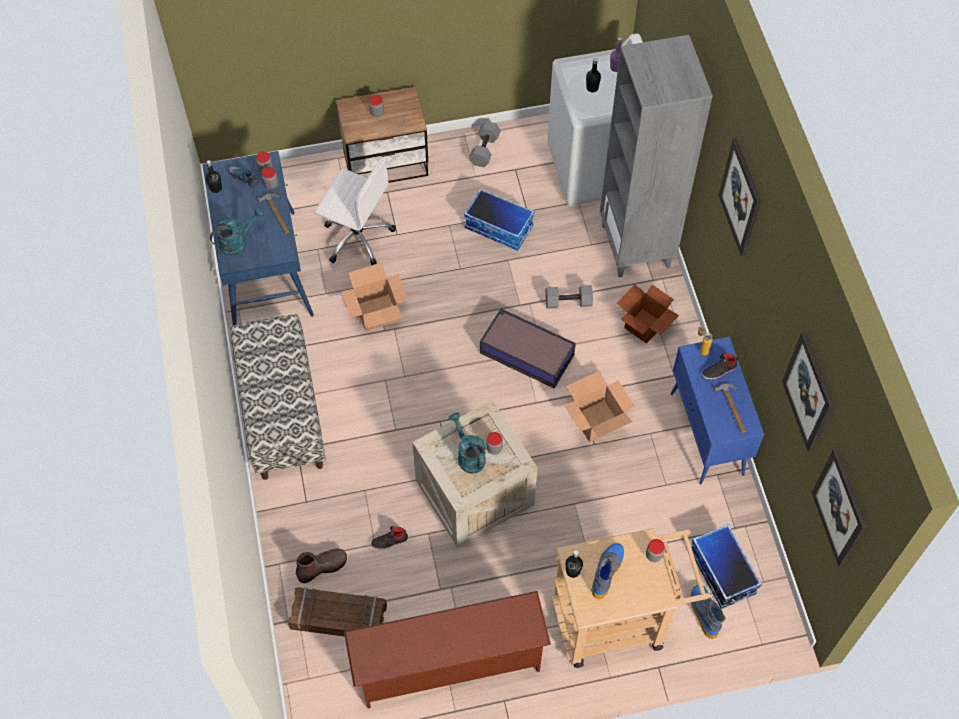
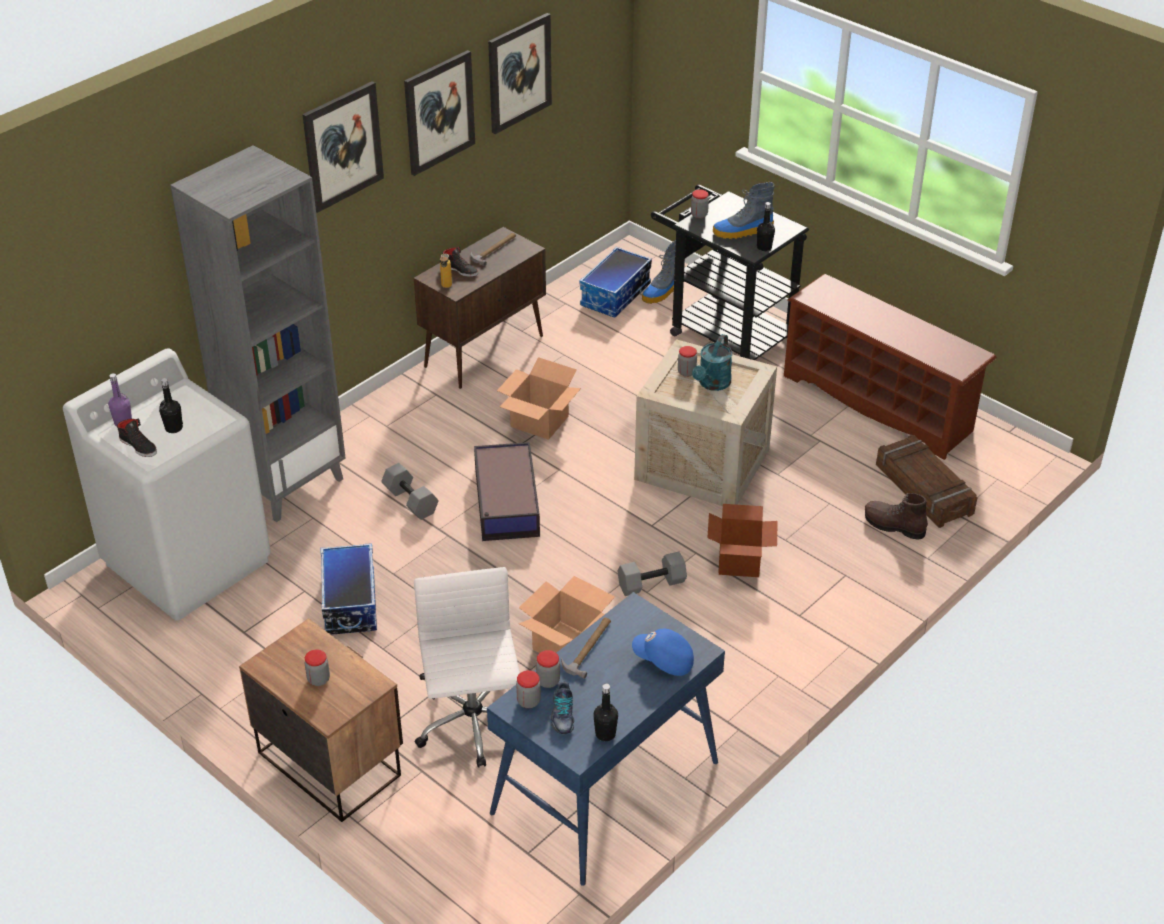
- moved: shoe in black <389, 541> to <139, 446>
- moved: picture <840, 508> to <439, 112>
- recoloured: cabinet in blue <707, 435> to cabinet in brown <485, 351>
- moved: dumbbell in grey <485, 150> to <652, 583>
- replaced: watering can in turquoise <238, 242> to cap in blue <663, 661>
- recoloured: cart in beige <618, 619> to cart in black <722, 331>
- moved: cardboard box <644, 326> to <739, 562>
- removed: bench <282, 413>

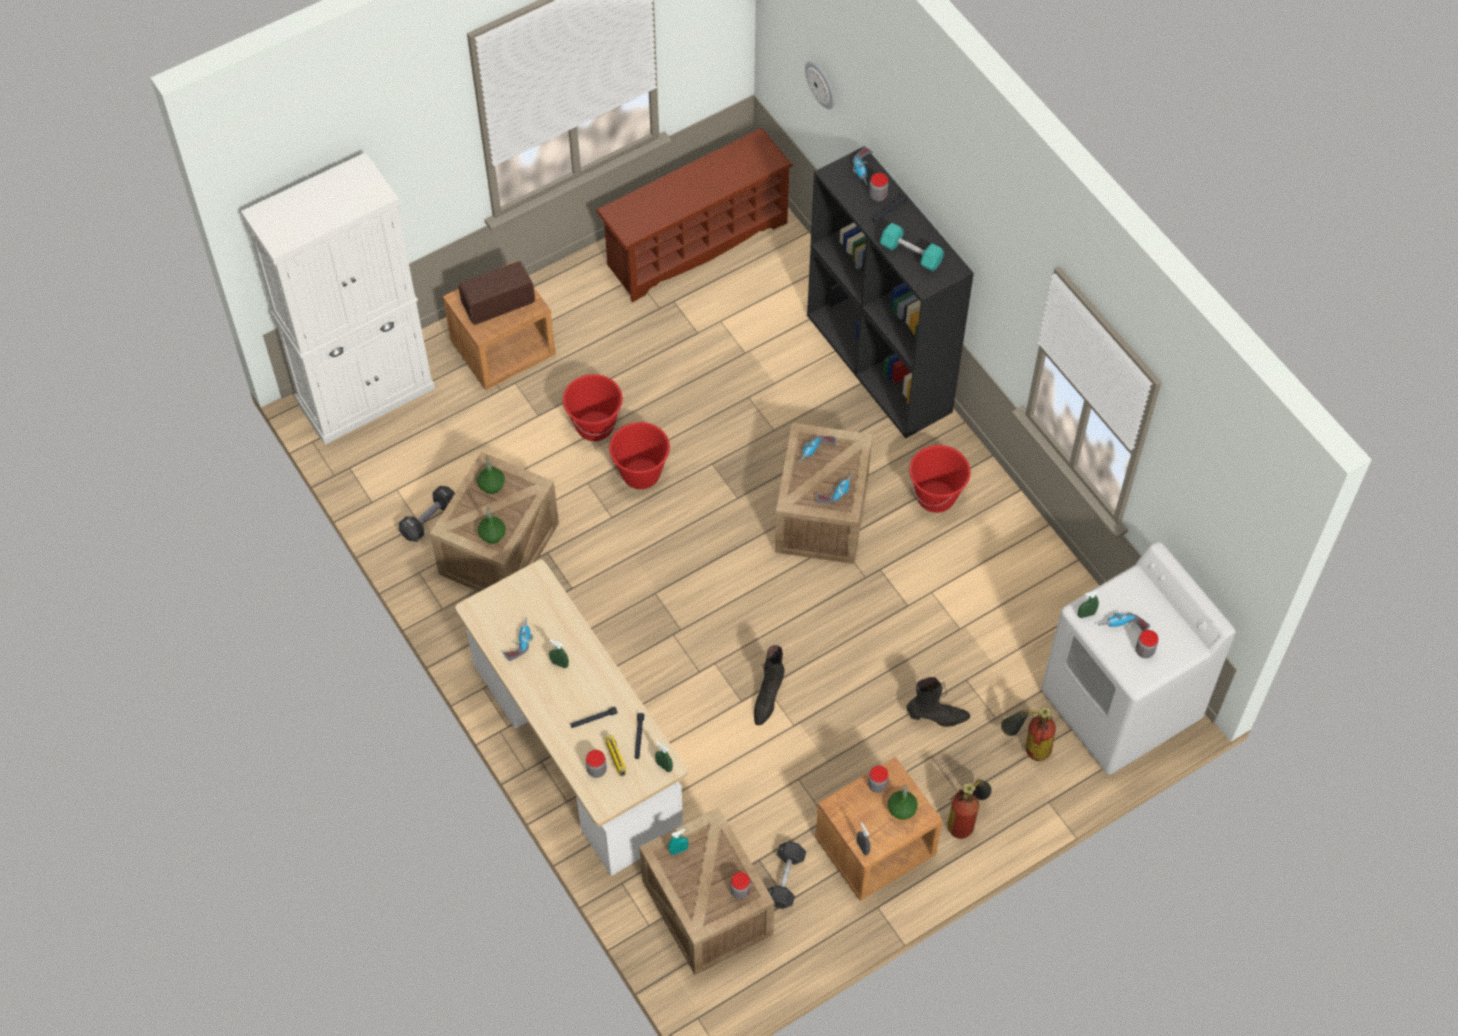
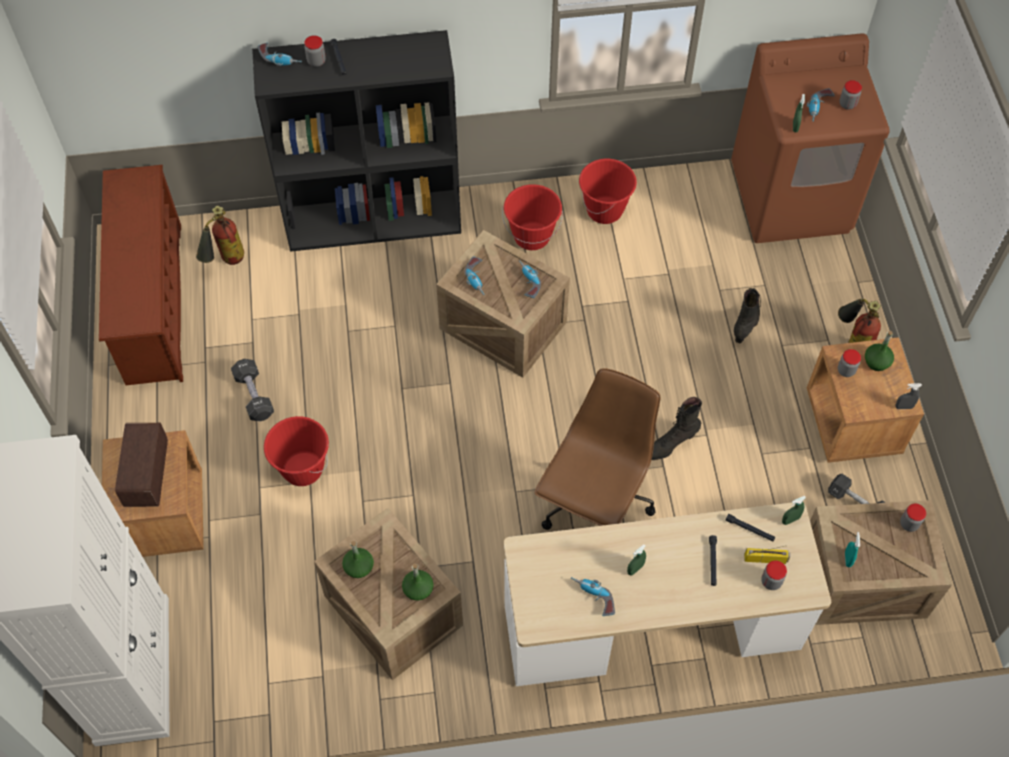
- moved: fire extinguisher <1027, 747> to <225, 262>
- moved: dumbbell in black <429, 519> to <254, 396>
- added: office chair in brown <594, 505>
- moved: bucket in red <641, 474> to <605, 210>
- turned: boot in black <767, 699> = <670, 444> 105 degrees clockwise
- recoloured: washing machine in white <1120, 707> to washing machine in brown <791, 198>
- removed: wall clock <821, 84>
- removed: dumbbell in turquoise <911, 254>

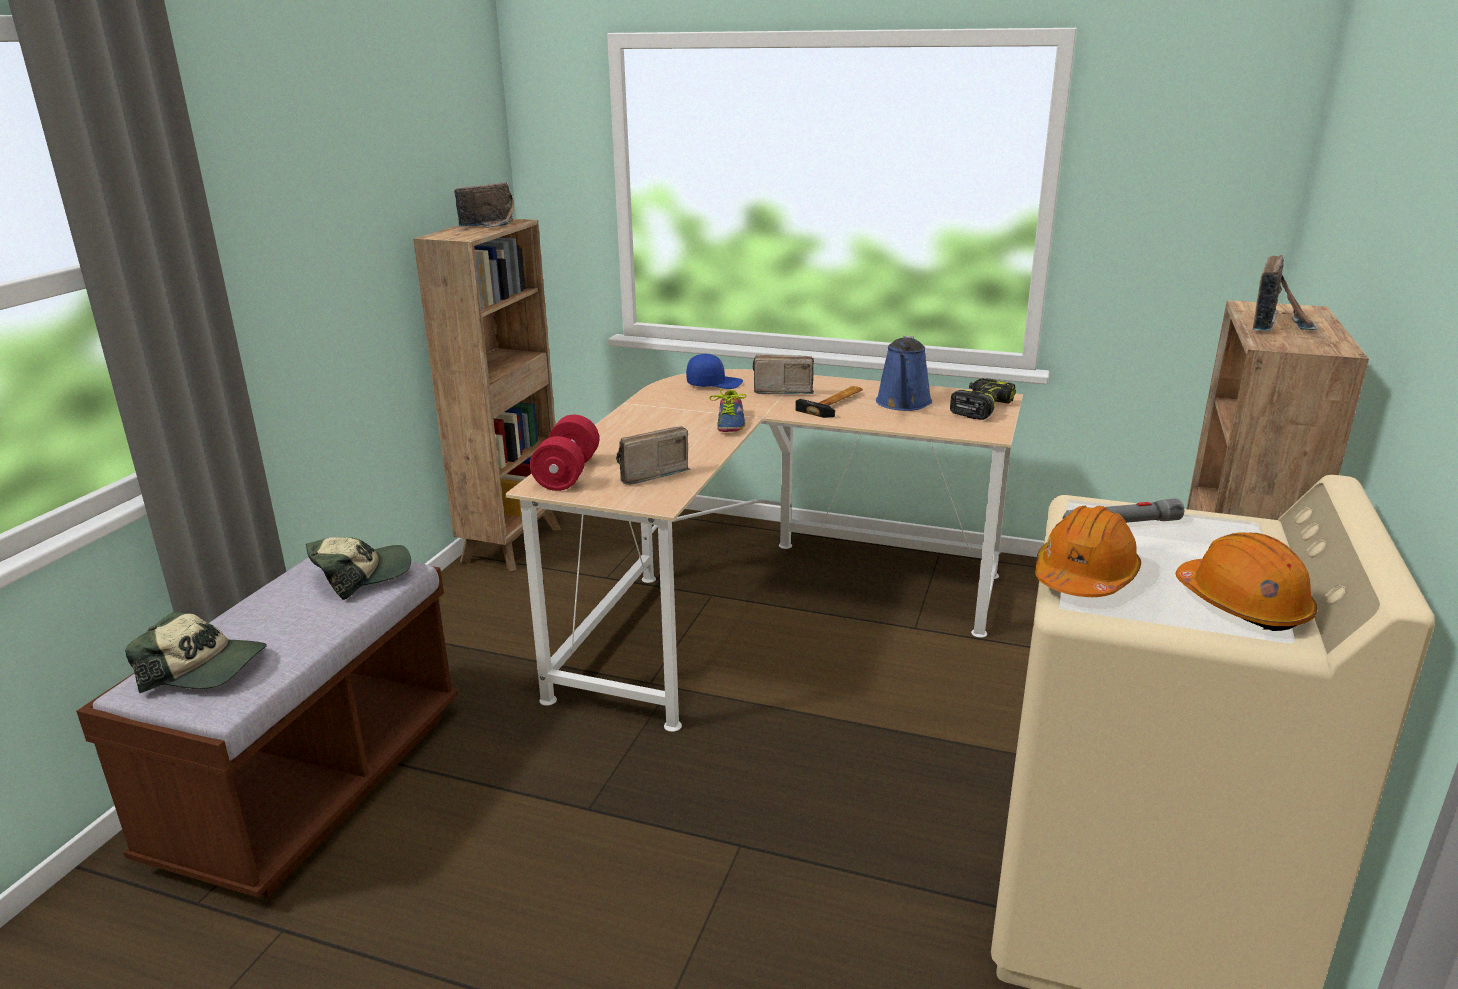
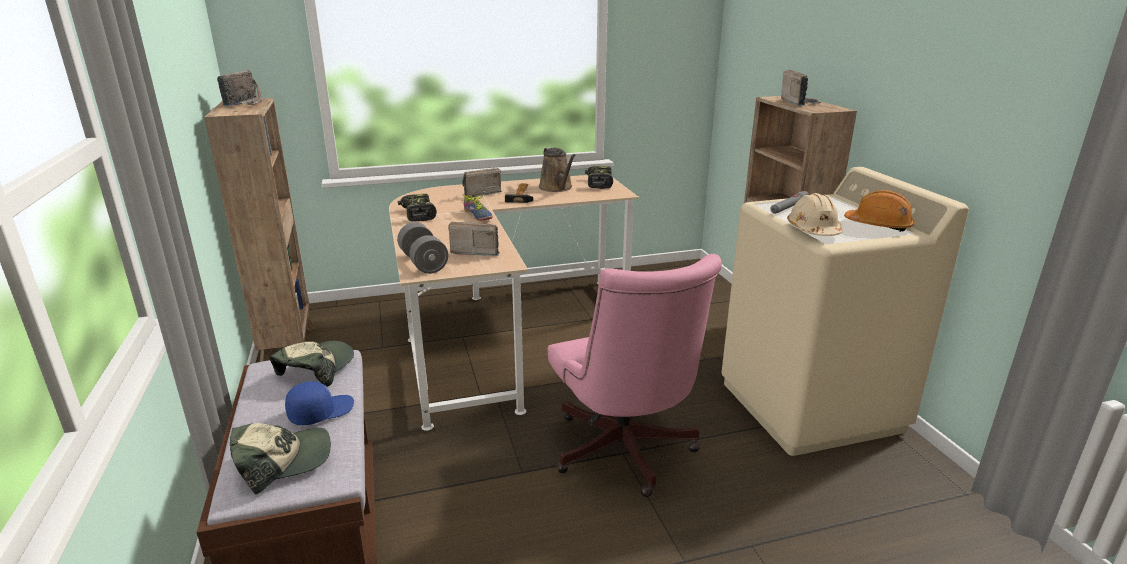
- moved: cap in blue <714, 384> to <321, 411>
- recoloured: dumbbell in red <567, 474> to dumbbell in grey <423, 263>
- added: power drill <417, 214>
- turned: radio <648, 474> = <475, 251> 75 degrees clockwise
- recoloured: watering can in blue <903, 403> to watering can in brown <557, 188>
- added: office chair in pink <624, 455>
- recoloured: hard hat in orange <1084, 577> to hard hat in beige <813, 230>

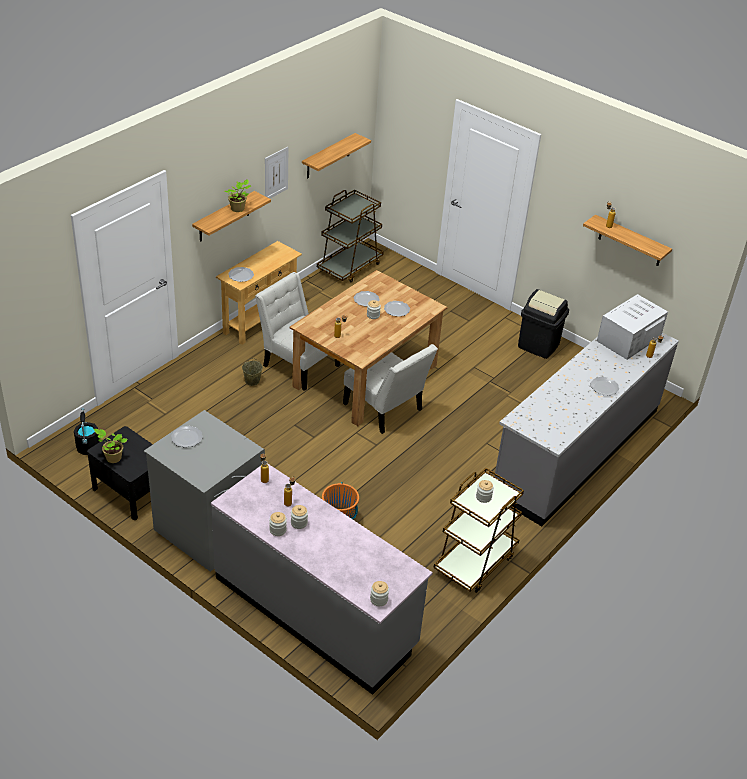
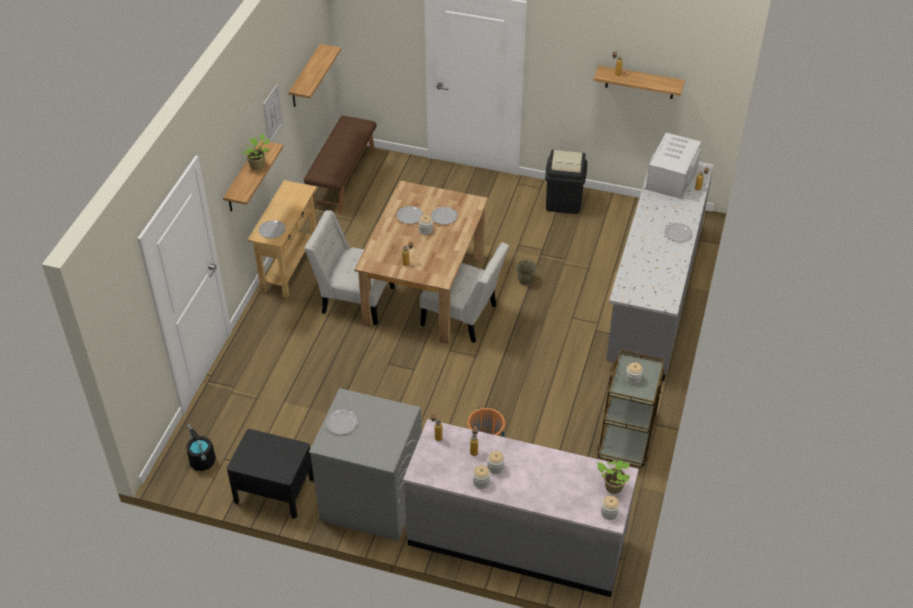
- replaced: cart in brown <350, 266> to bench in brown <342, 178>
- moved: bucket in beige <252, 381> to <525, 280>
- moved: potted plant <112, 458> to <612, 487>

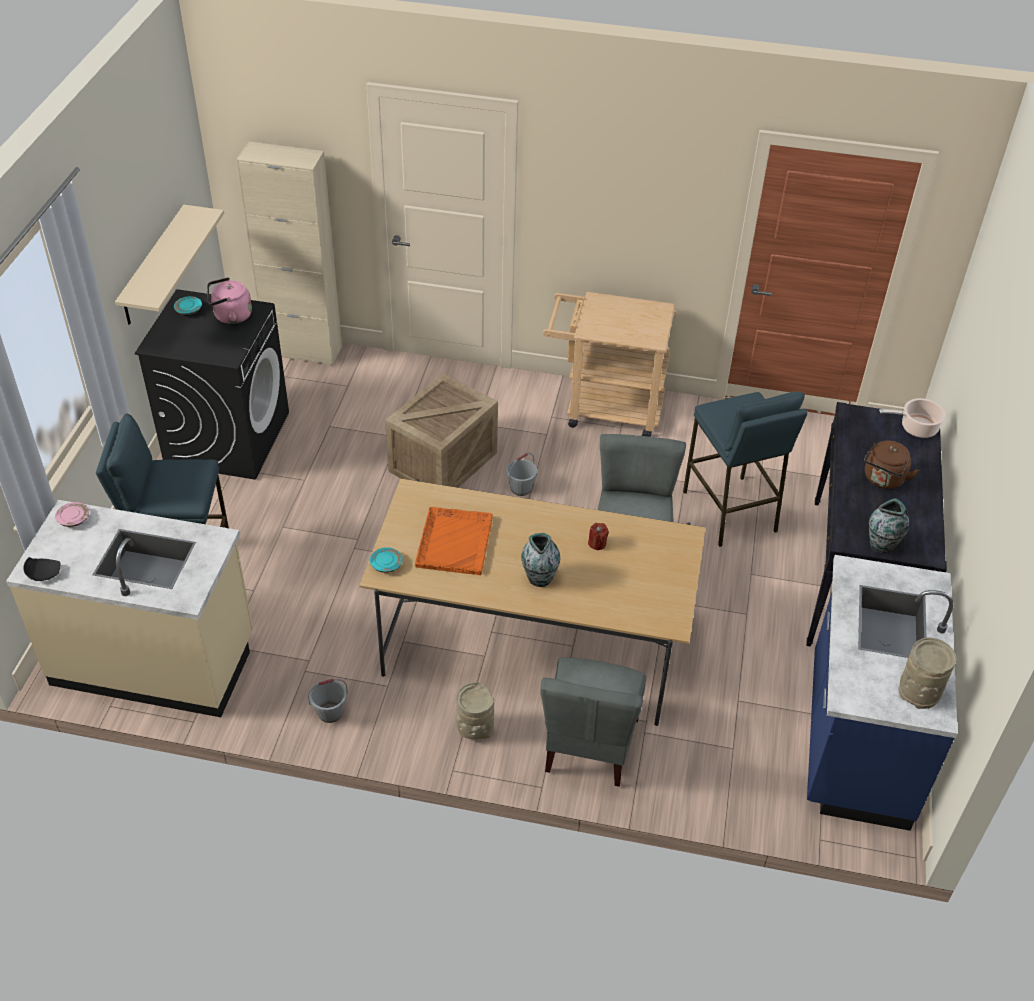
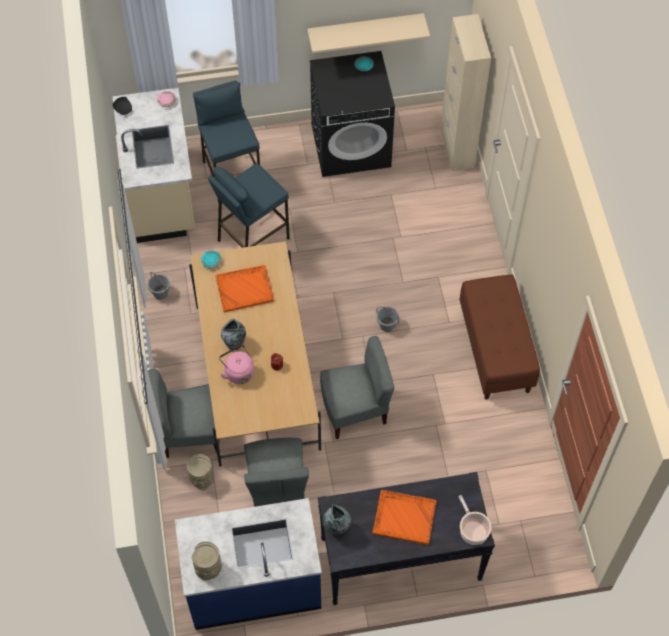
- moved: vase in beige <474, 729> to <201, 478>
- moved: stool in blue <730, 511> to <252, 239>
- moved: kettle in pink <230, 316> to <238, 372>
- added: chair in grey <277, 487>
- replaced: kettle in brown <883, 480> to tray in orange <403, 517>
- replaced: cart in beige <604, 409> to bench in brown <495, 350>
- removed: crate <443, 461>

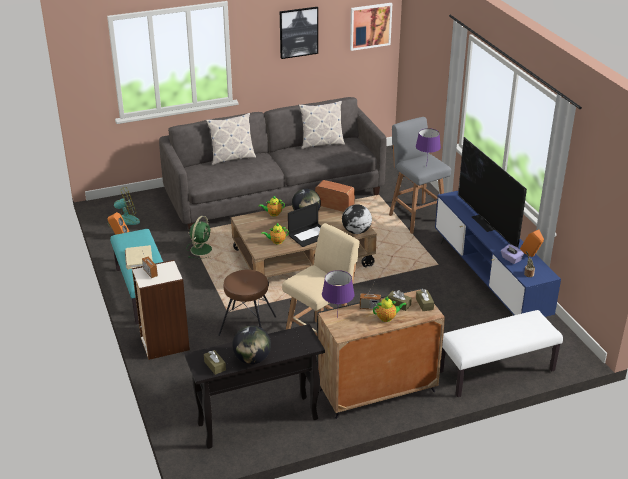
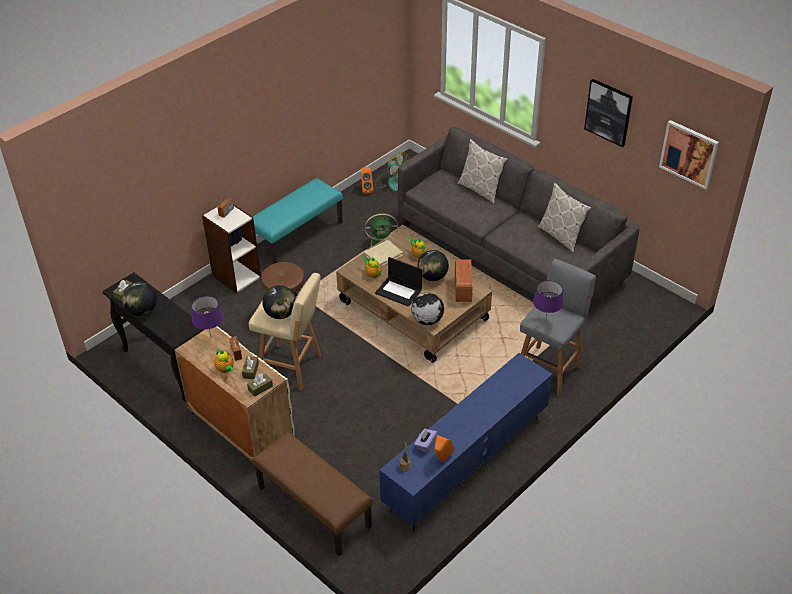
- recoloured: cabinet in black <376, 391> to cabinet in beige <240, 428>
- recoloured: bench in white <496, 371> to bench in brown <313, 508>
- added: globe <280, 314>
- moved: book in beige <138, 259> to <383, 255>
- removed: television <486, 222>

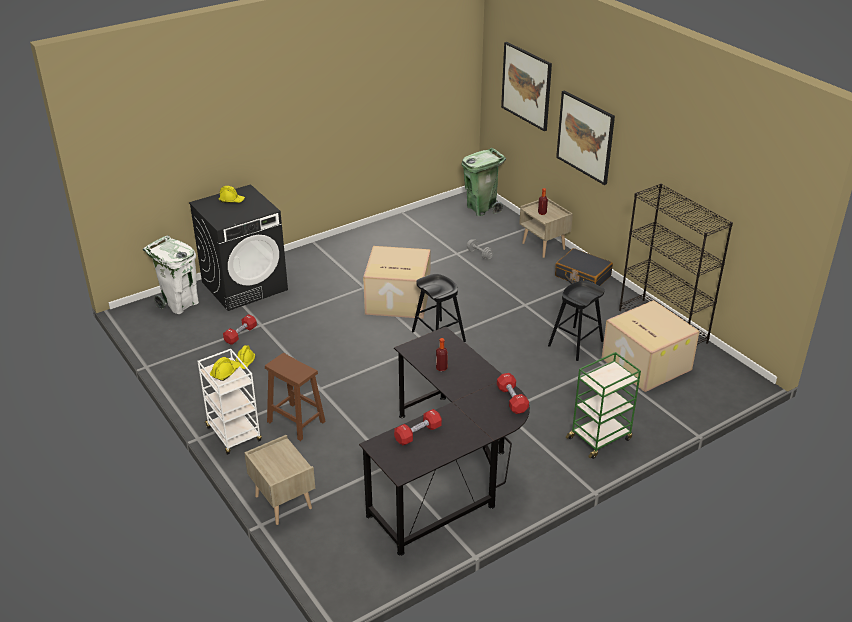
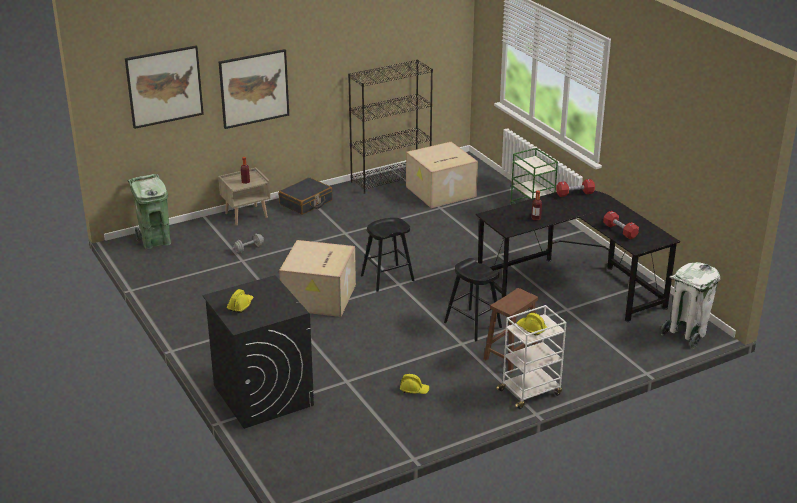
- moved: stool in black <575, 343> to <473, 325>
- moved: trash can in white <180, 304> to <686, 334>
- removed: dumbbell in red <240, 335>
- removed: nightstand in beige <282, 502>

